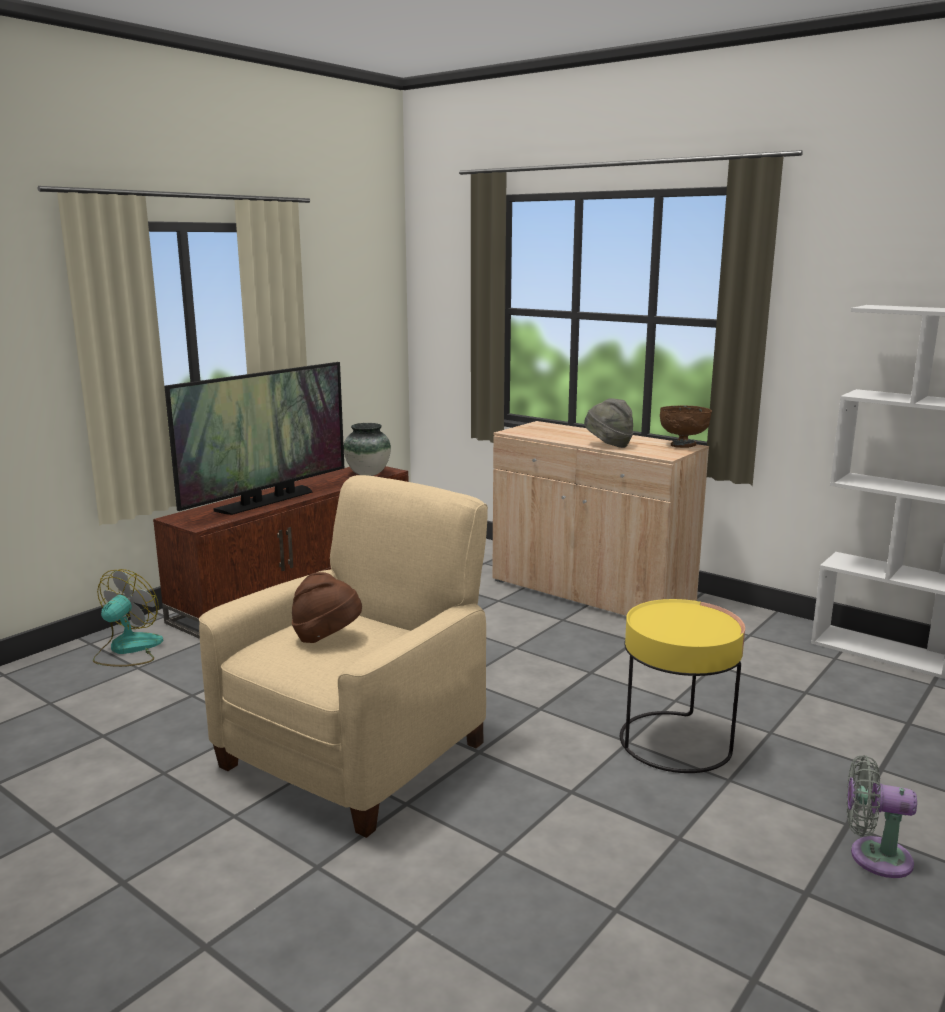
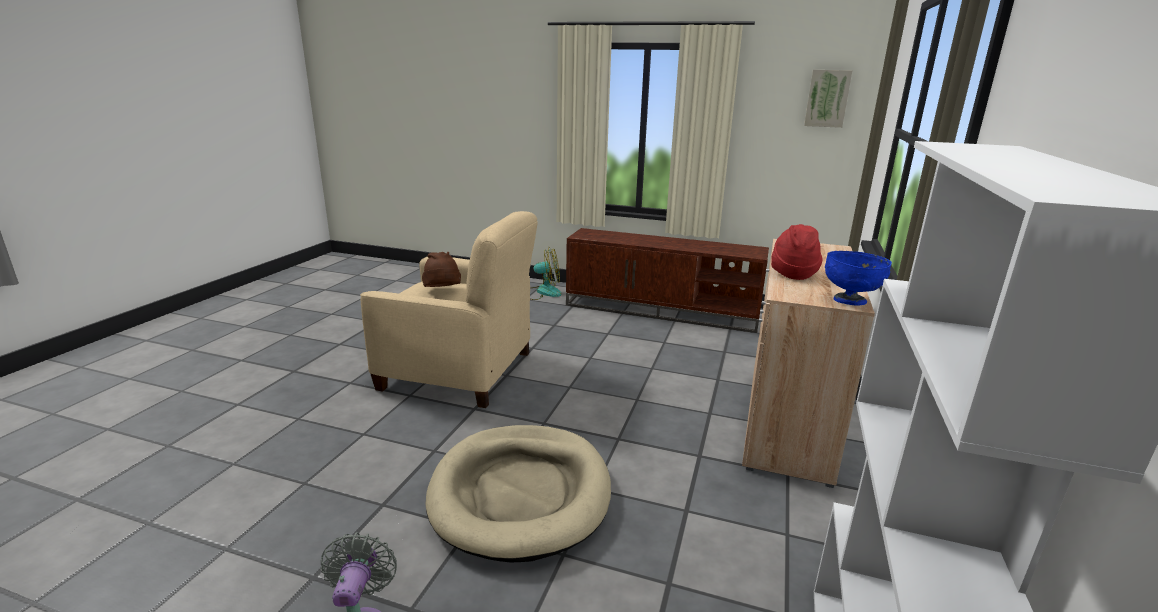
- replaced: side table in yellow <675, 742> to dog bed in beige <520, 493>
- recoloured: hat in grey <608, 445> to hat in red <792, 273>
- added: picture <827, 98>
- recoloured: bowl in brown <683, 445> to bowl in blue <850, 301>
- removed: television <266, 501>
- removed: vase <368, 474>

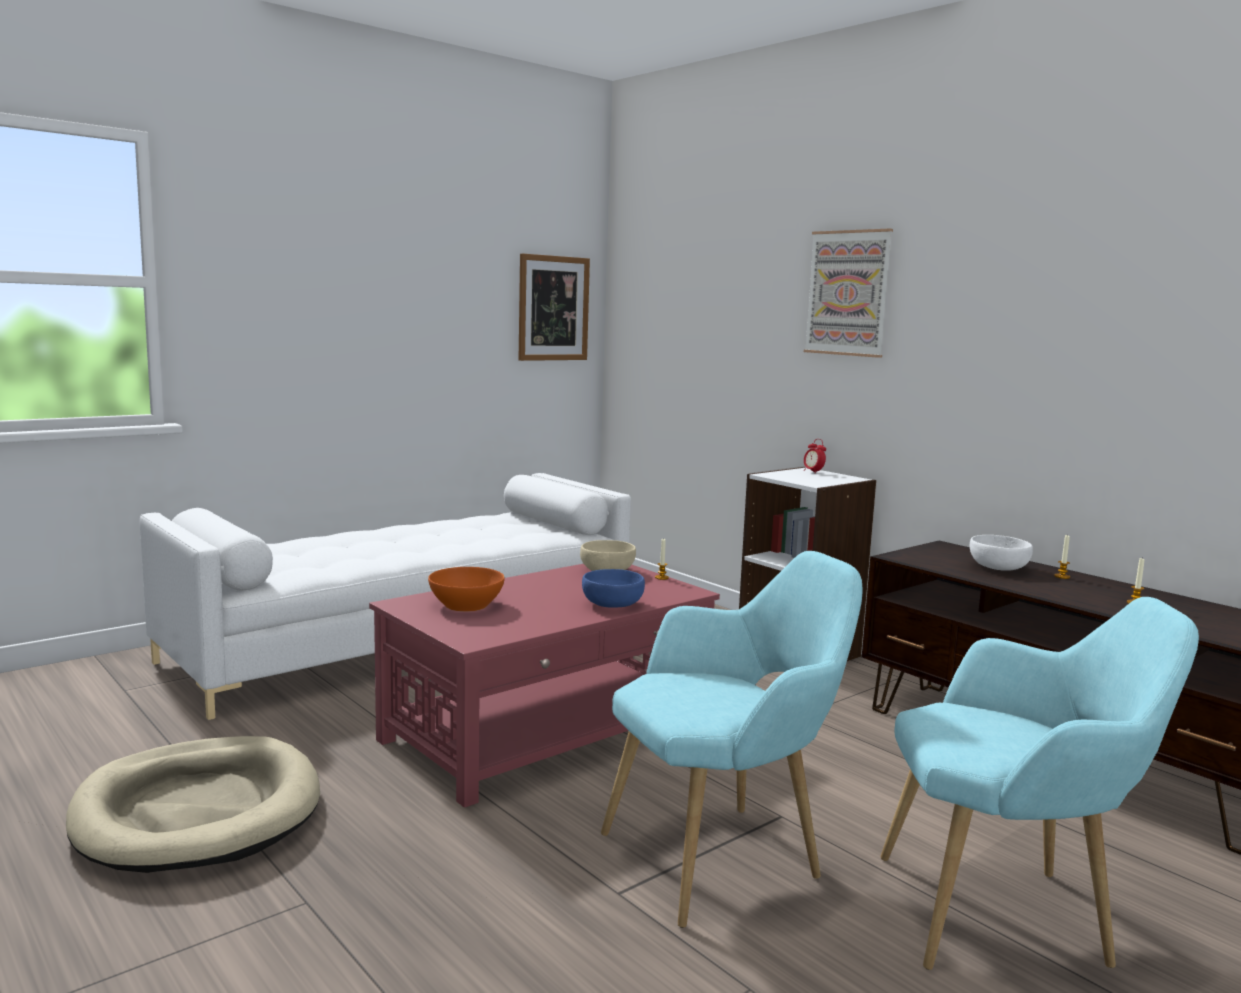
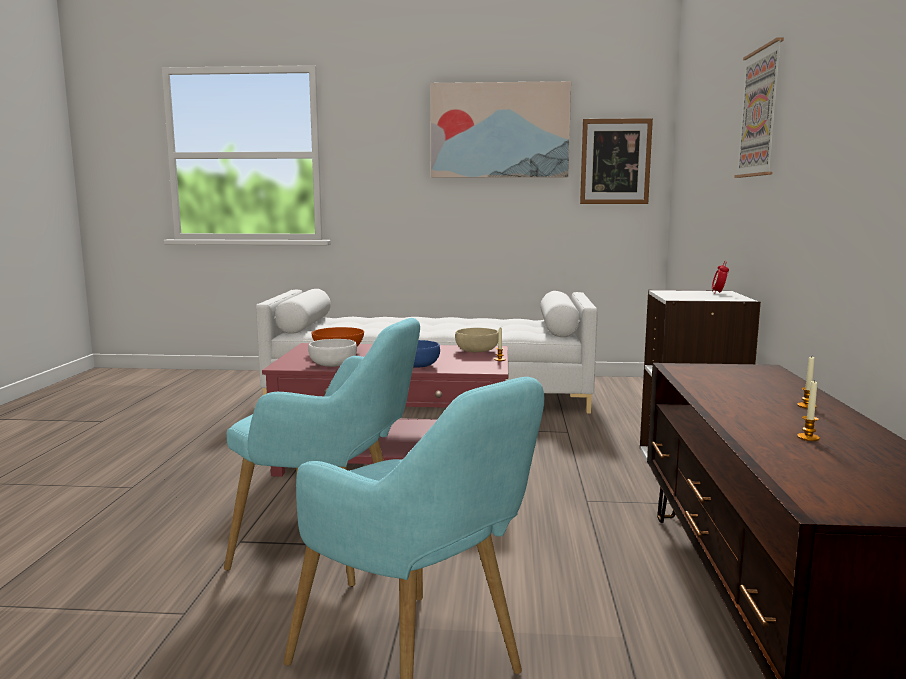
- moved: bowl in white <997, 567> to <332, 364>
- added: picture <499, 130>
- removed: dog bed in beige <198, 811>

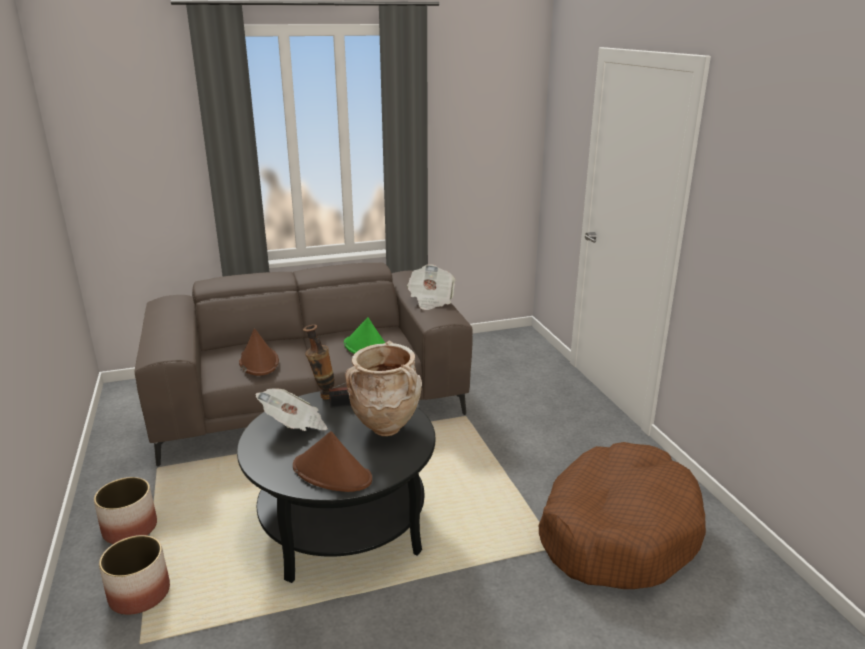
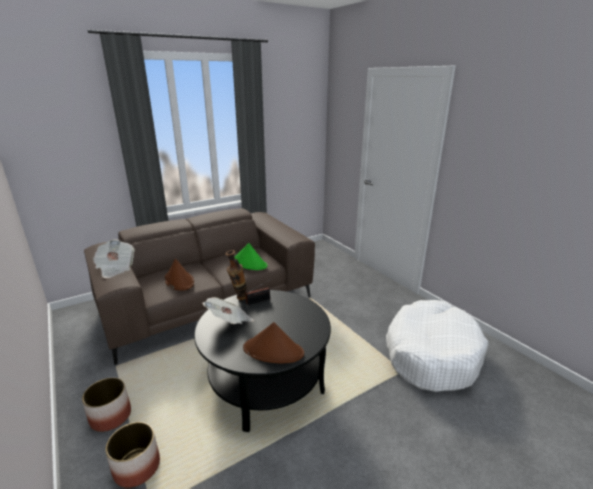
- moved: newspaper <431, 300> to <115, 268>
- recoloured: dog bed in brown <617, 531> to dog bed in white <431, 354>
- removed: vase in beige <387, 430>

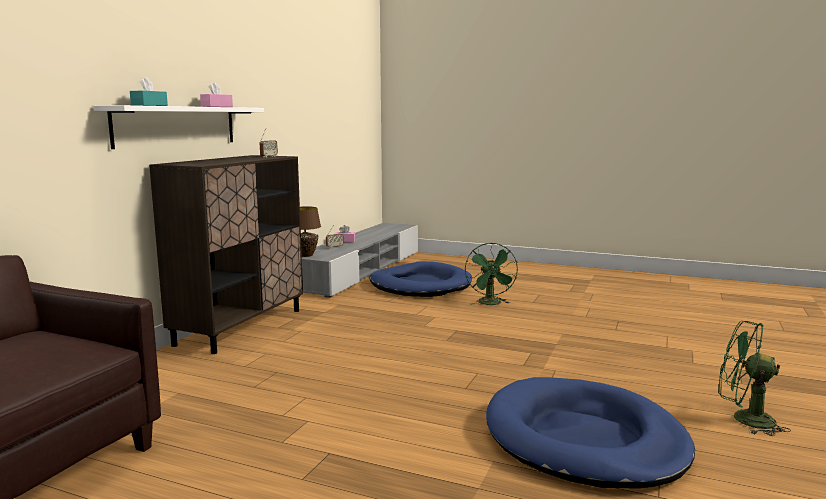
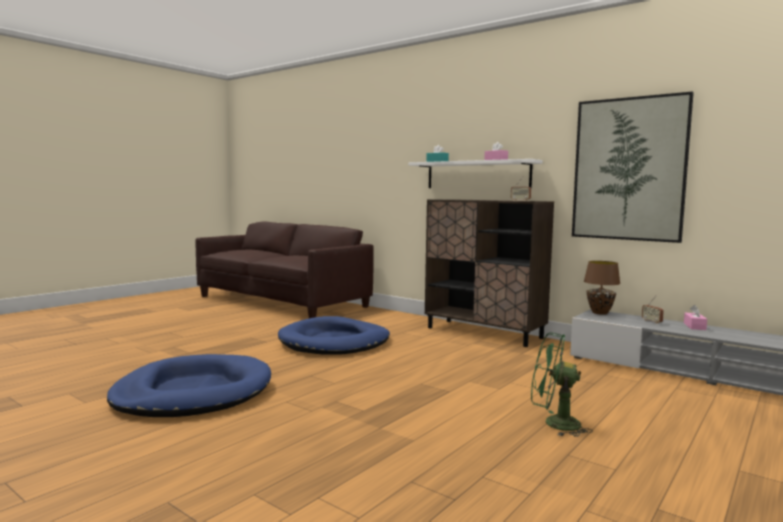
- moved: dog bed in blue <420, 285> to <335, 342>
- added: picture <628, 169>
- removed: fan in green <744, 419>

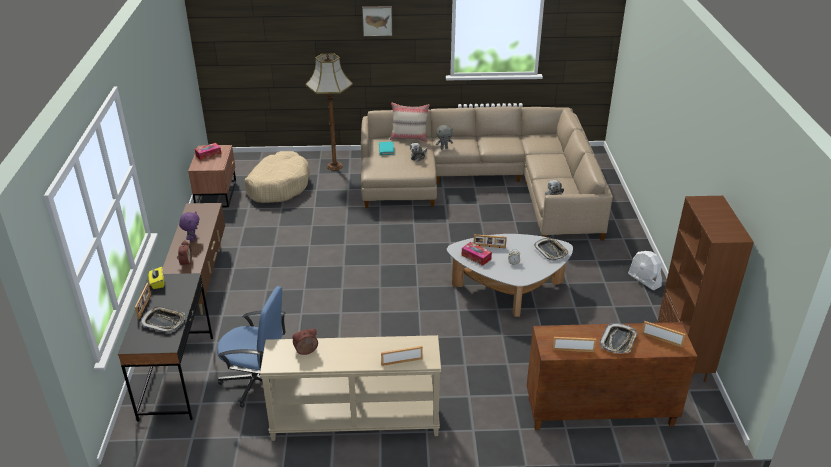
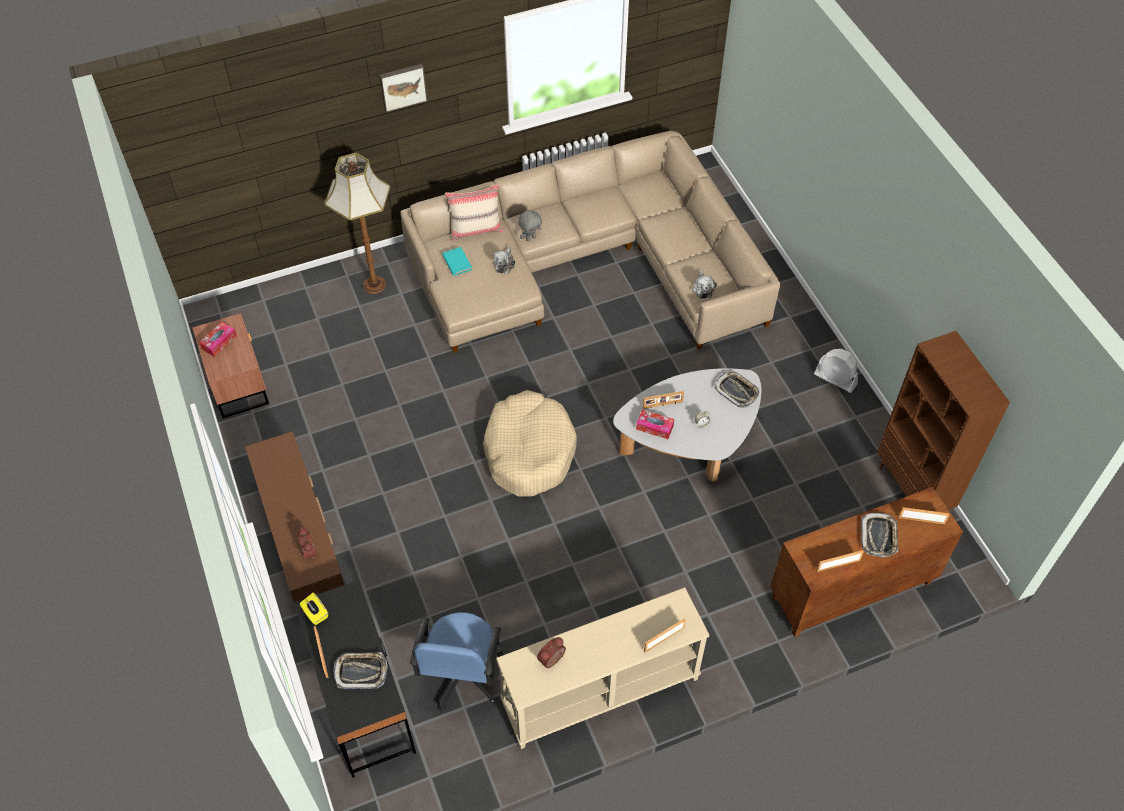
- turned: office chair in blue <256, 382> = <461, 675> 105 degrees clockwise
- moved: dog bed in beige <278, 186> to <529, 451>
- removed: plush toy in purple <192, 239>

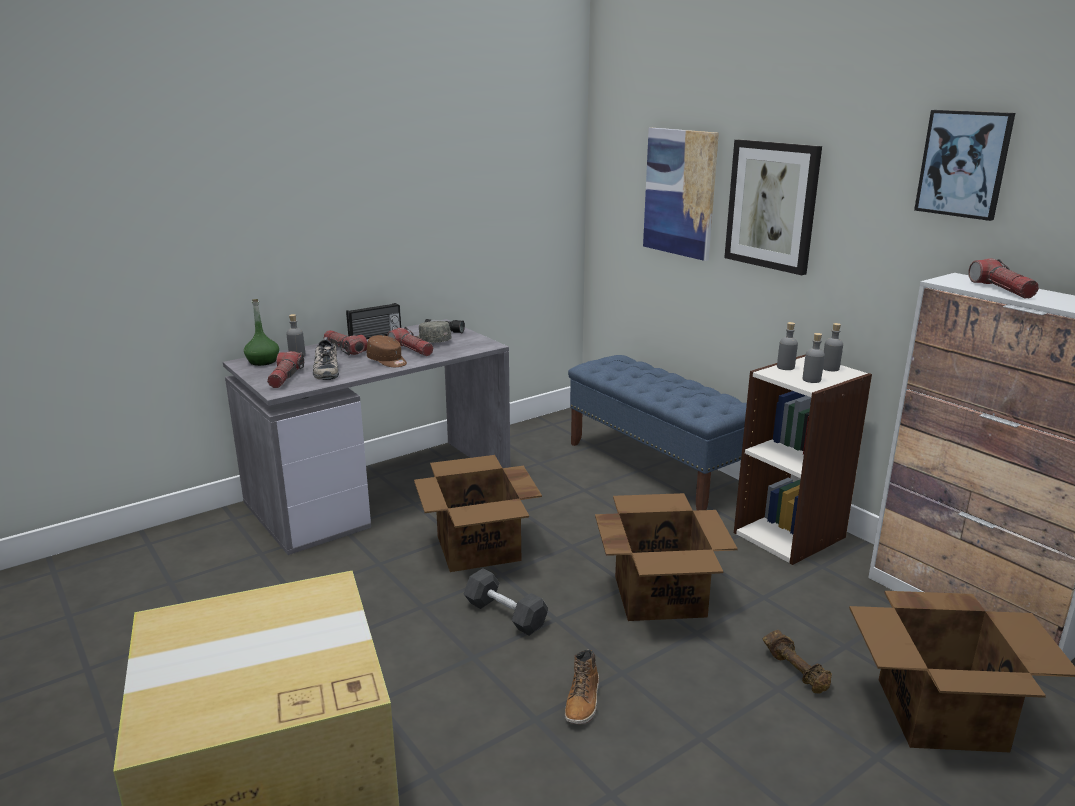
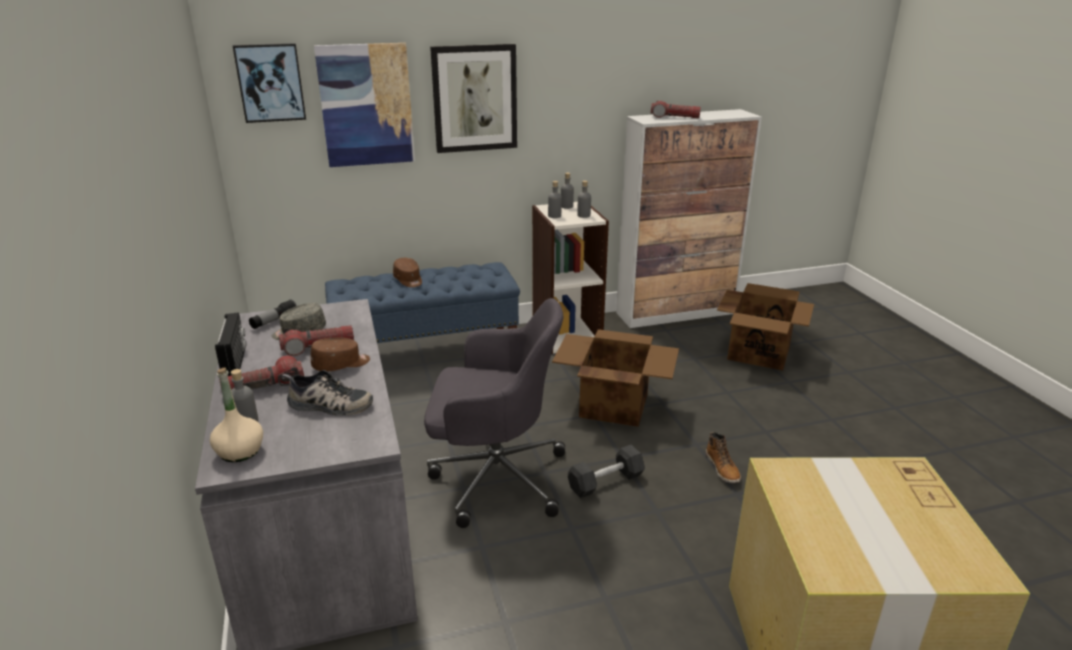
- recoloured: bottle in green <263, 361> to bottle in beige <239, 451>
- moved: picture <964, 164> to <270, 82>
- added: cap in brown <408, 280>
- replaced: cardboard box <478, 548> to office chair in grey <495, 477>
- turned: boot <583, 701> = <722, 468> 45 degrees clockwise
- removed: flashlight <285, 377>
- removed: dumbbell in brown <796, 671>

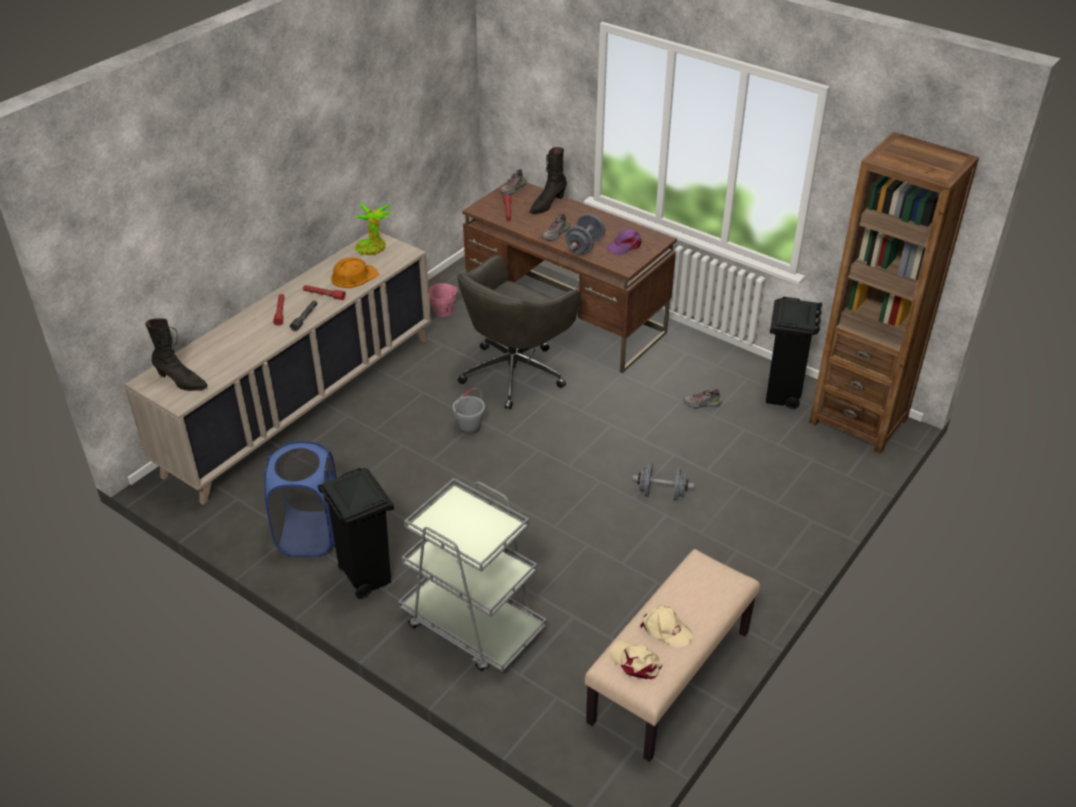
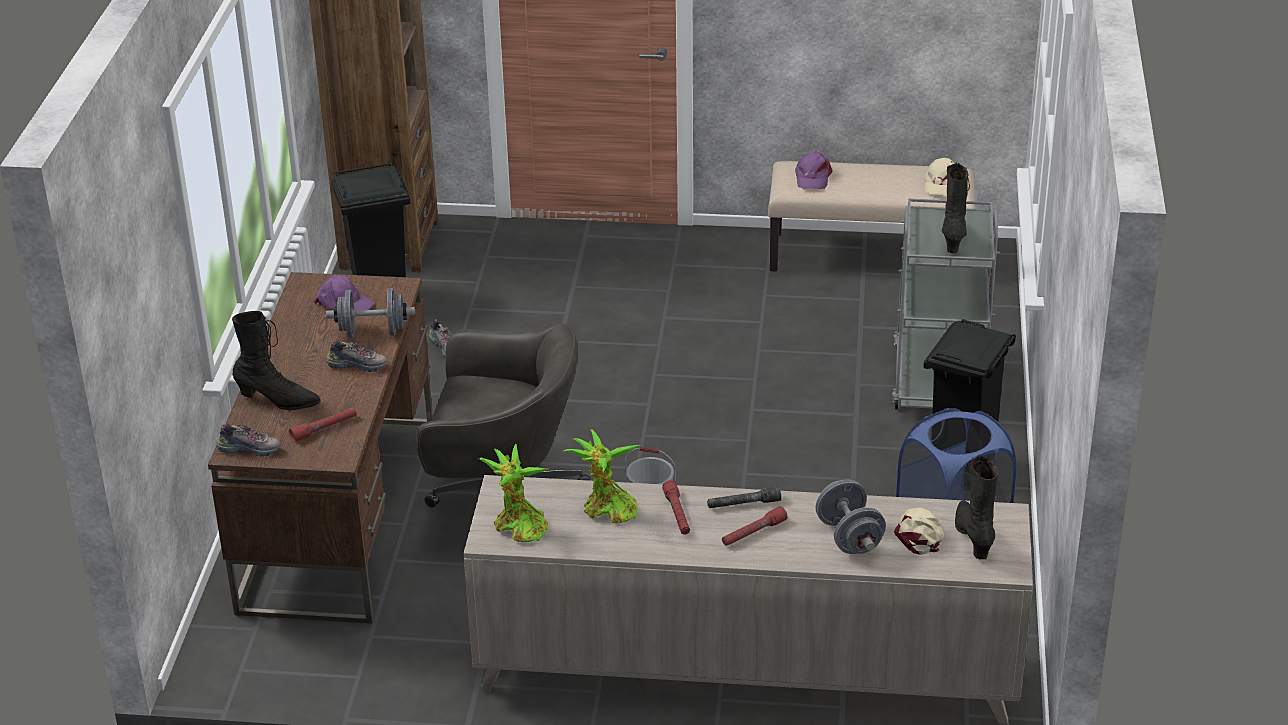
- replaced: hard hat in orange <354, 276> to potted plant <607, 510>
- added: cap in purple <812, 177>
- moved: dumbbell in grey <661, 493> to <849, 537>
- moved: cap in beige <665, 629> to <919, 534>
- added: boot in black <953, 239>
- removed: bucket in pink <443, 311>

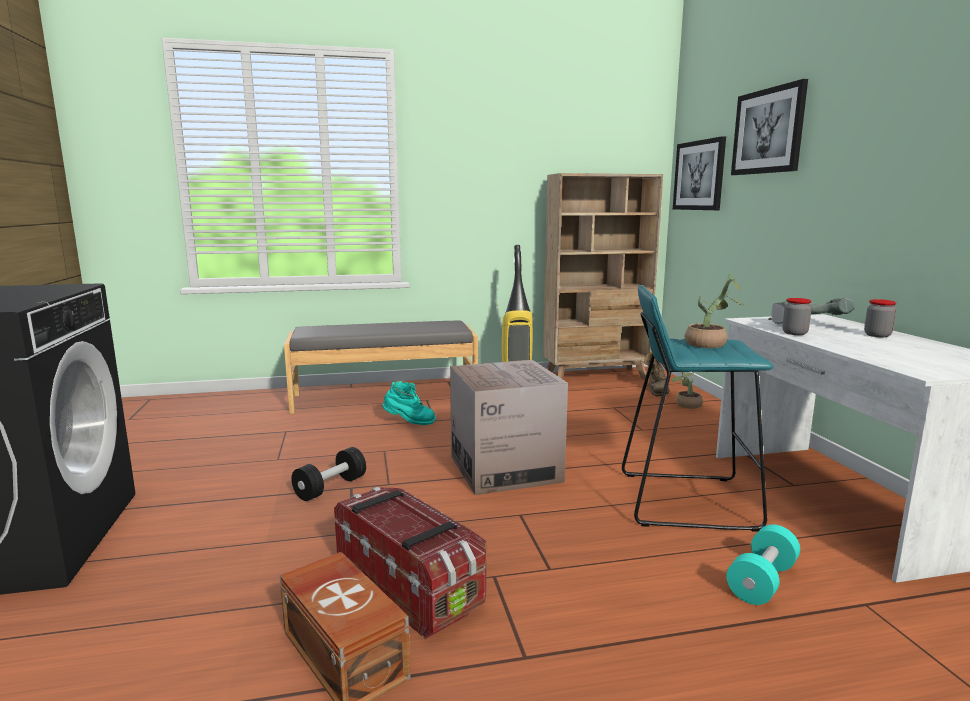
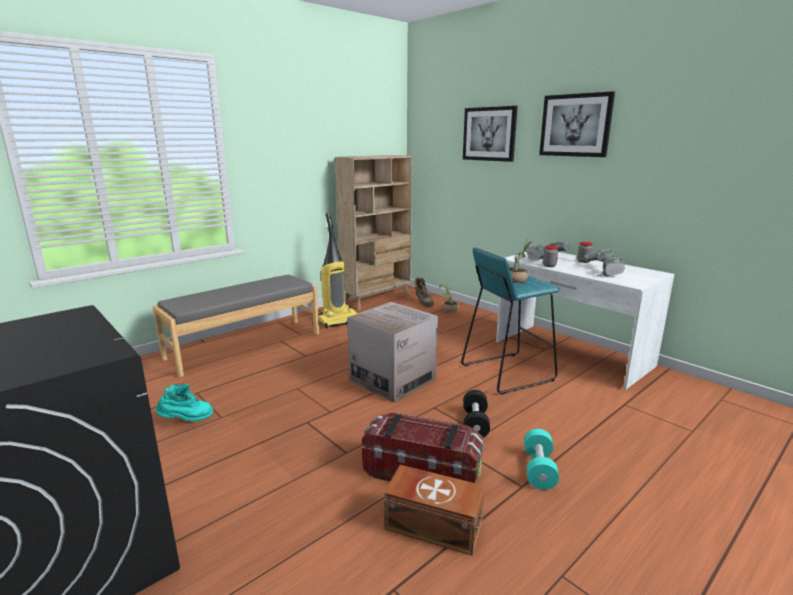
- moved: boot in turquoise <409, 423> to <187, 420>
- moved: dumbbell in black <330, 488> to <475, 424>
- moved: dumbbell in turquoise <762, 581> to <538, 469>
- moved: picture <699, 175> to <575, 125>
- added: power drill <601, 271>

